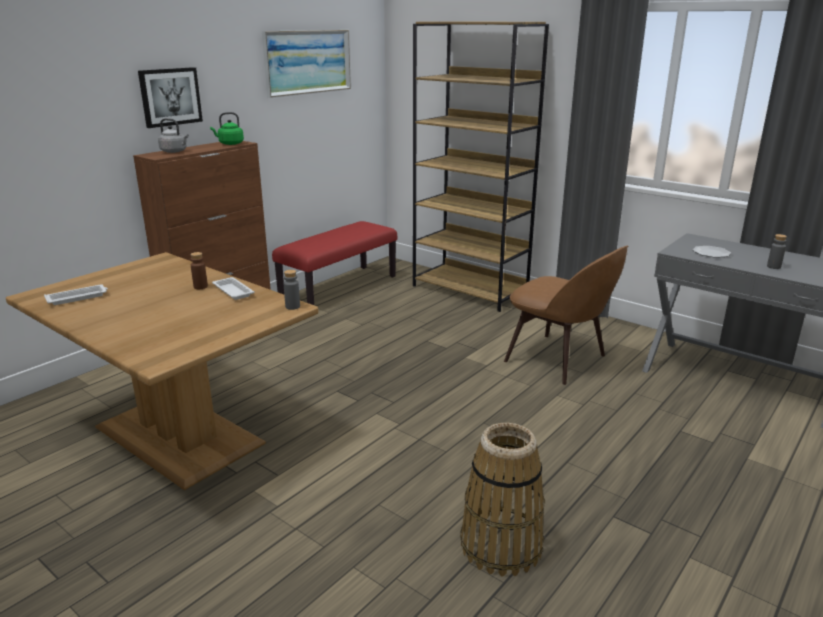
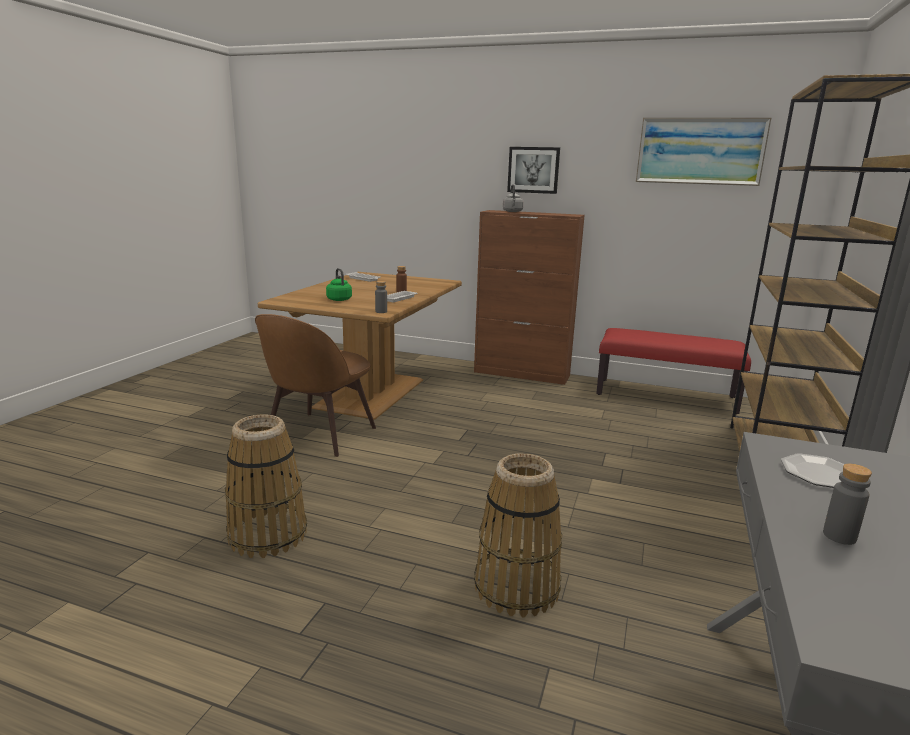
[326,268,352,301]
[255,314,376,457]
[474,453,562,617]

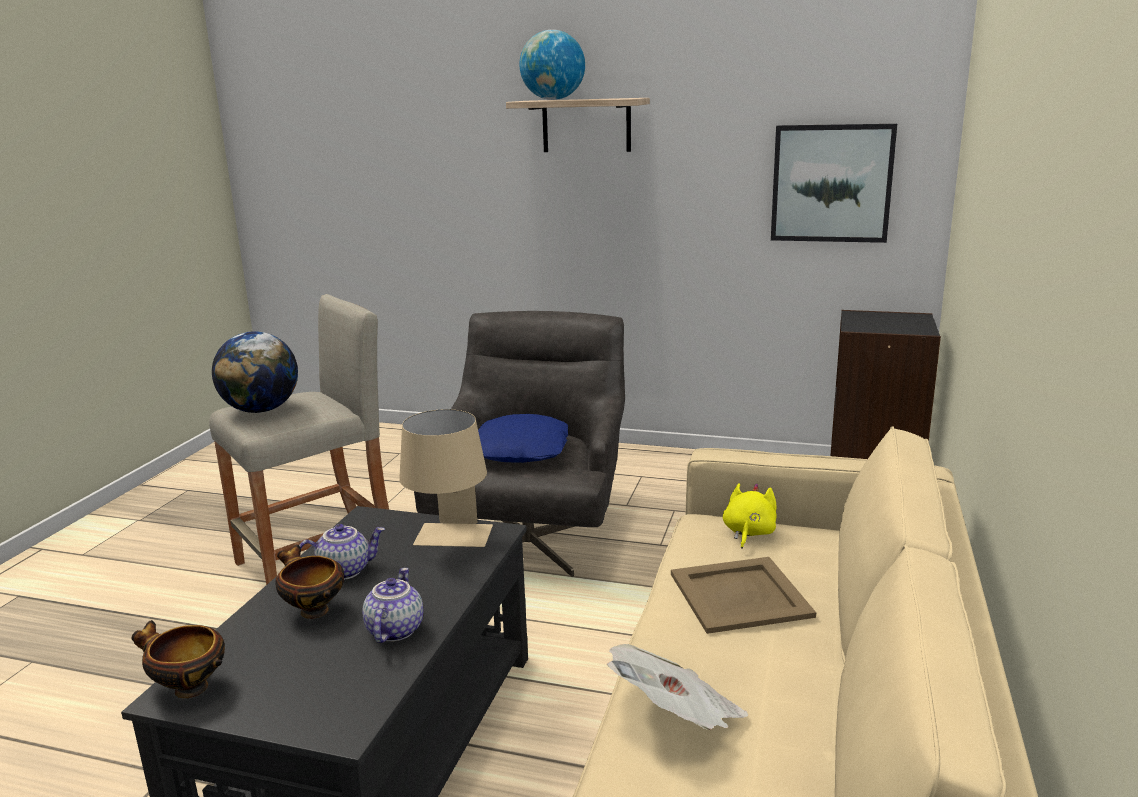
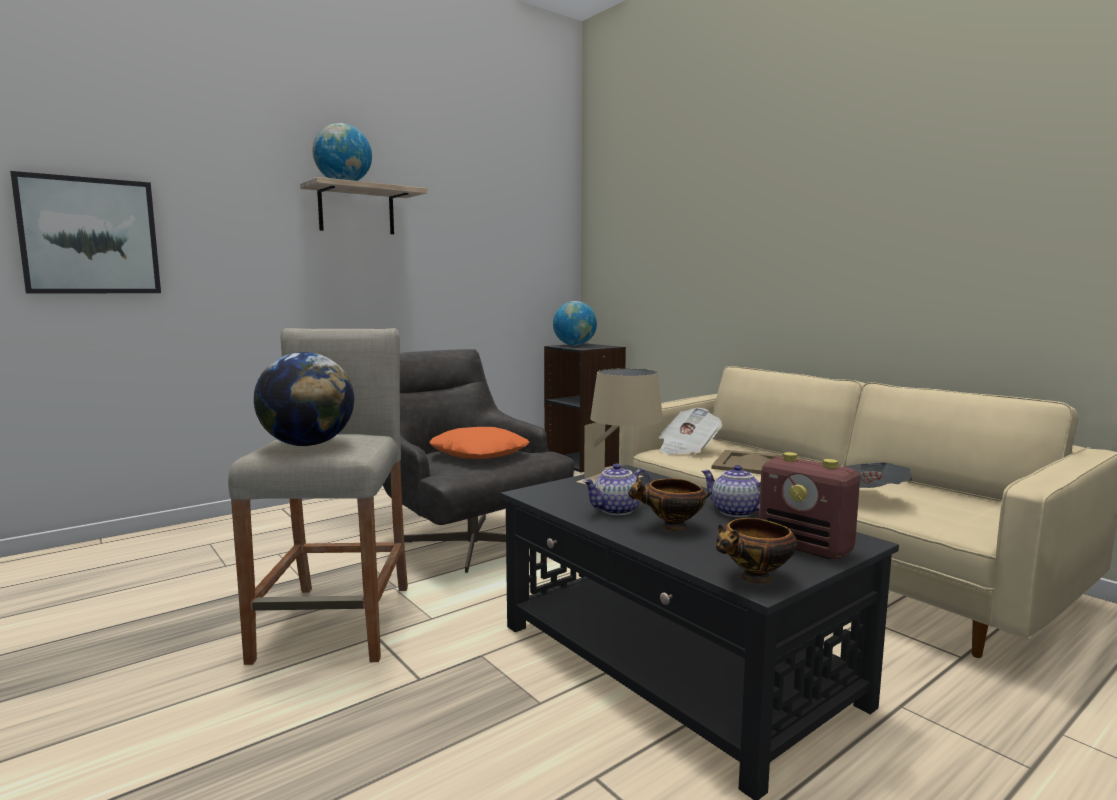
[583,464,650,515]
[429,427,529,459]
[659,408,722,455]
[10,171,161,294]
[553,301,597,346]
[759,452,860,559]

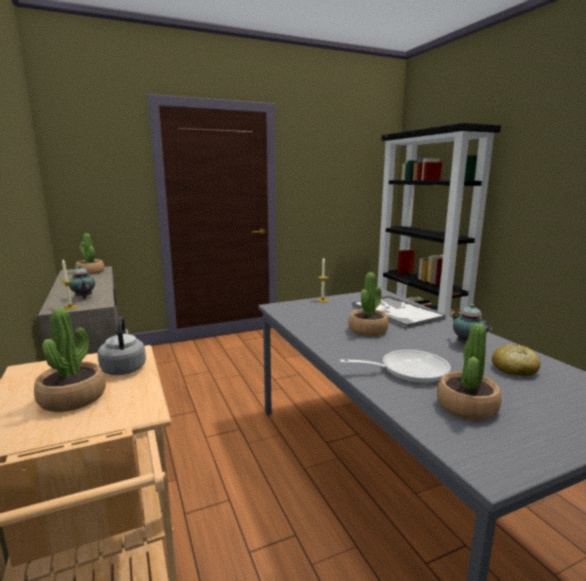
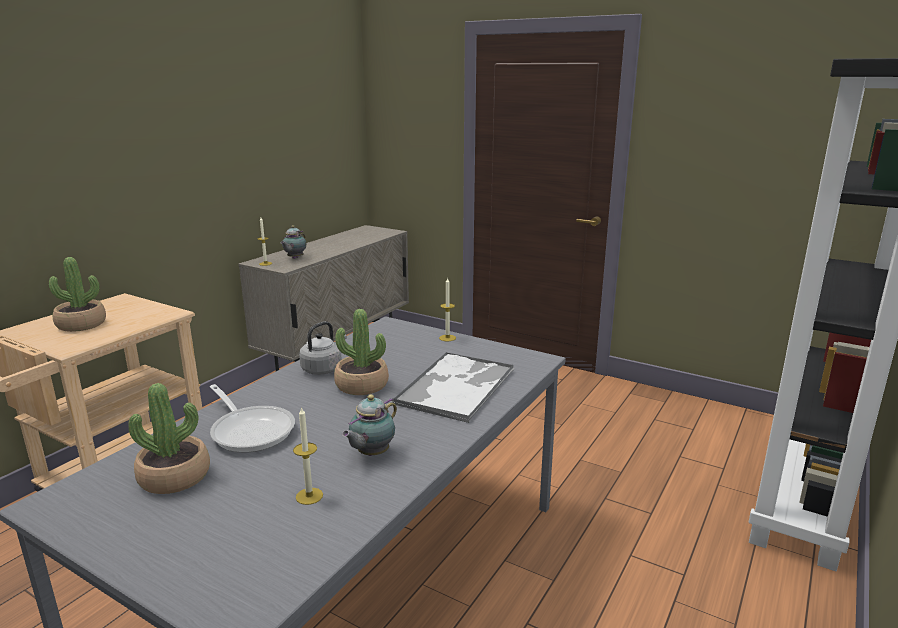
[75,233,104,275] (first image)
[299,321,347,375]
[293,406,323,505]

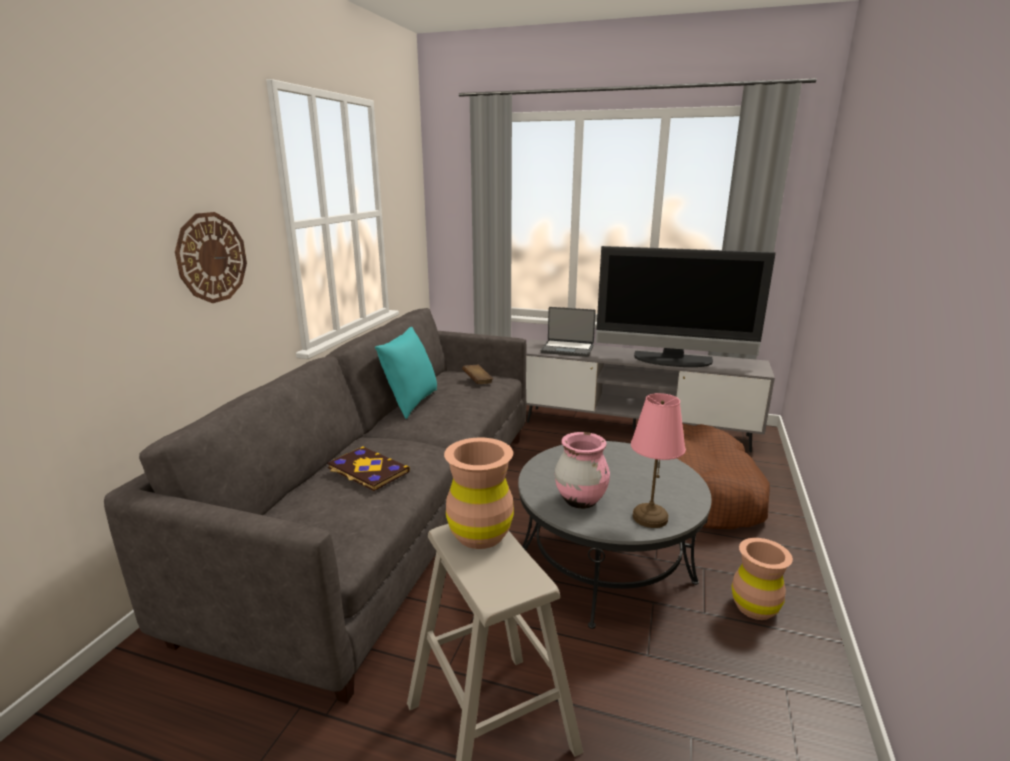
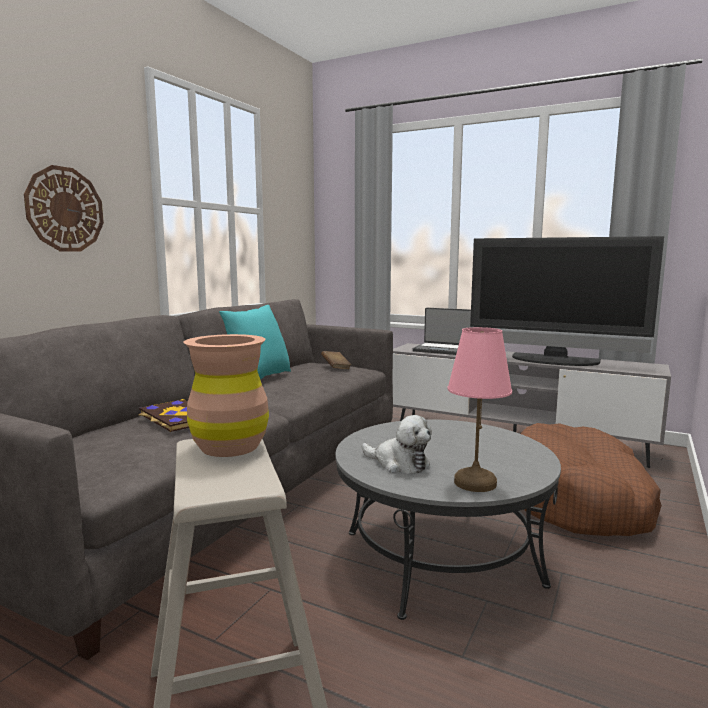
[362,415,432,474]
[732,538,793,620] (first image)

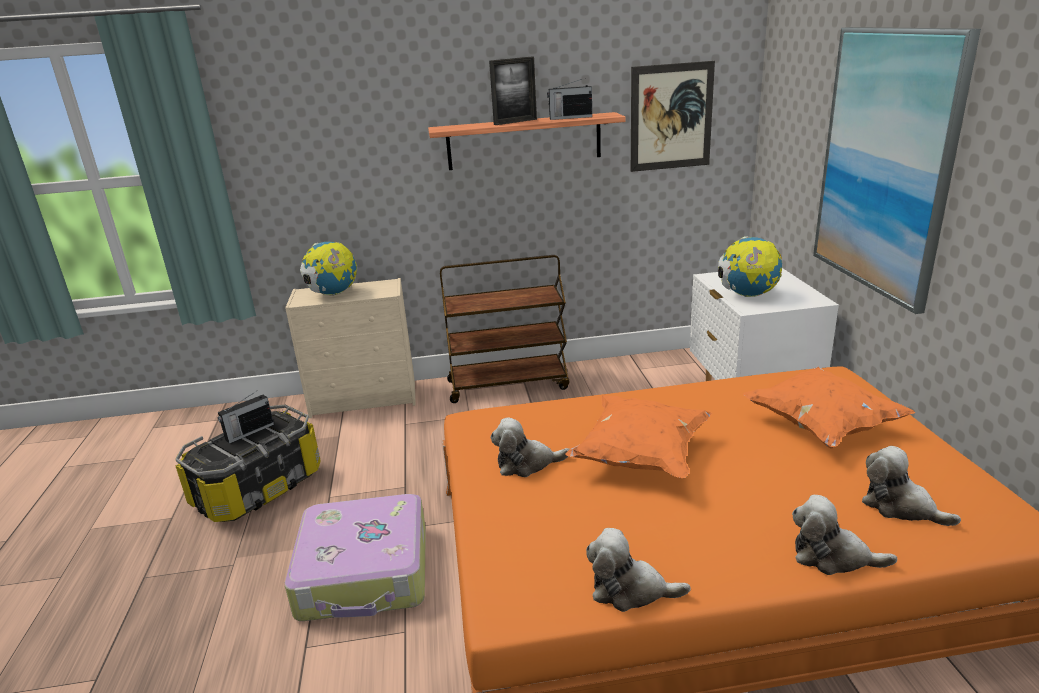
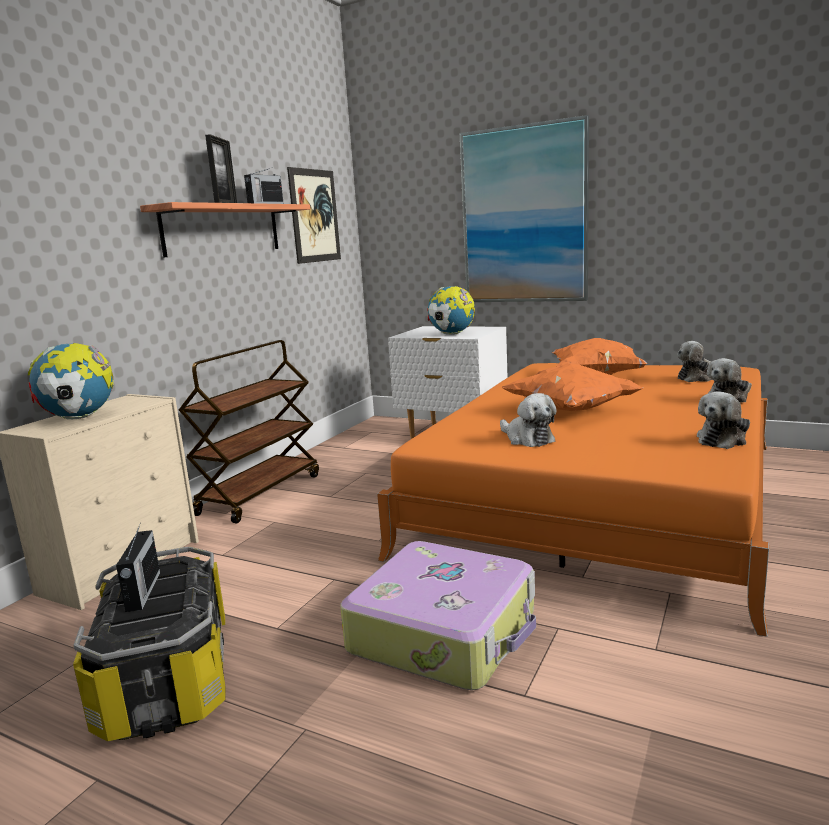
[500,393,557,447]

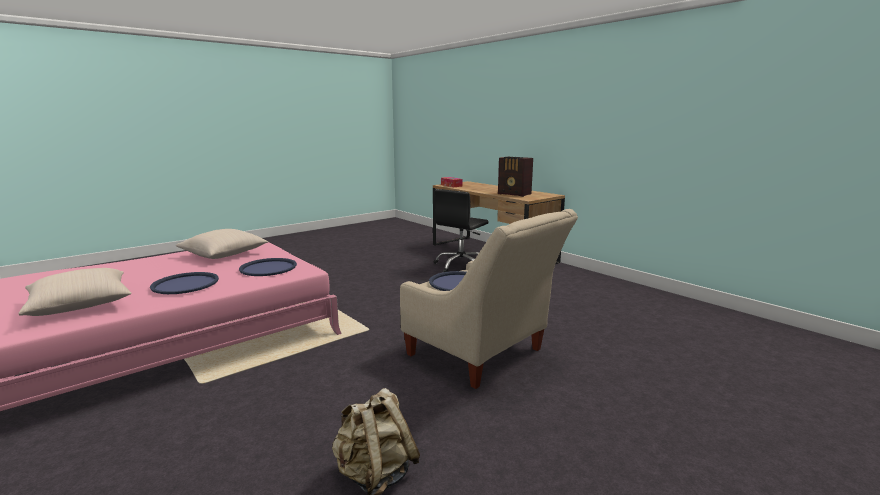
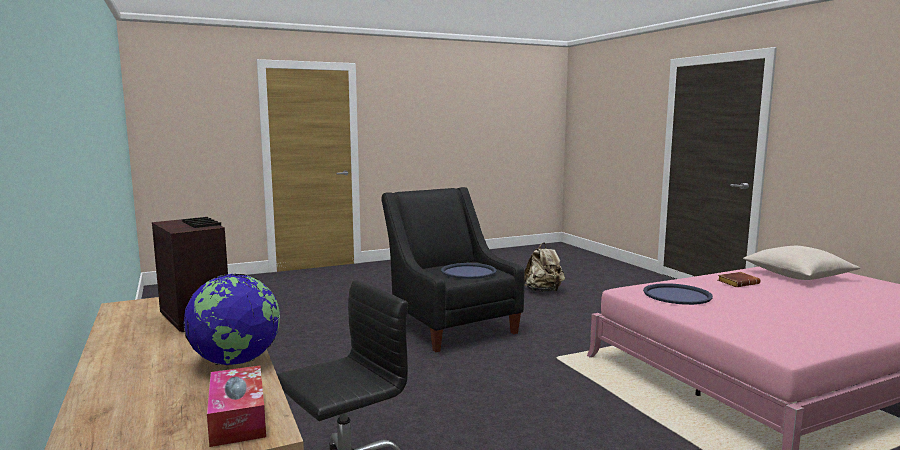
[718,272,760,287]
[176,229,269,259] (first image)
[381,187,525,352]
[183,274,280,365]

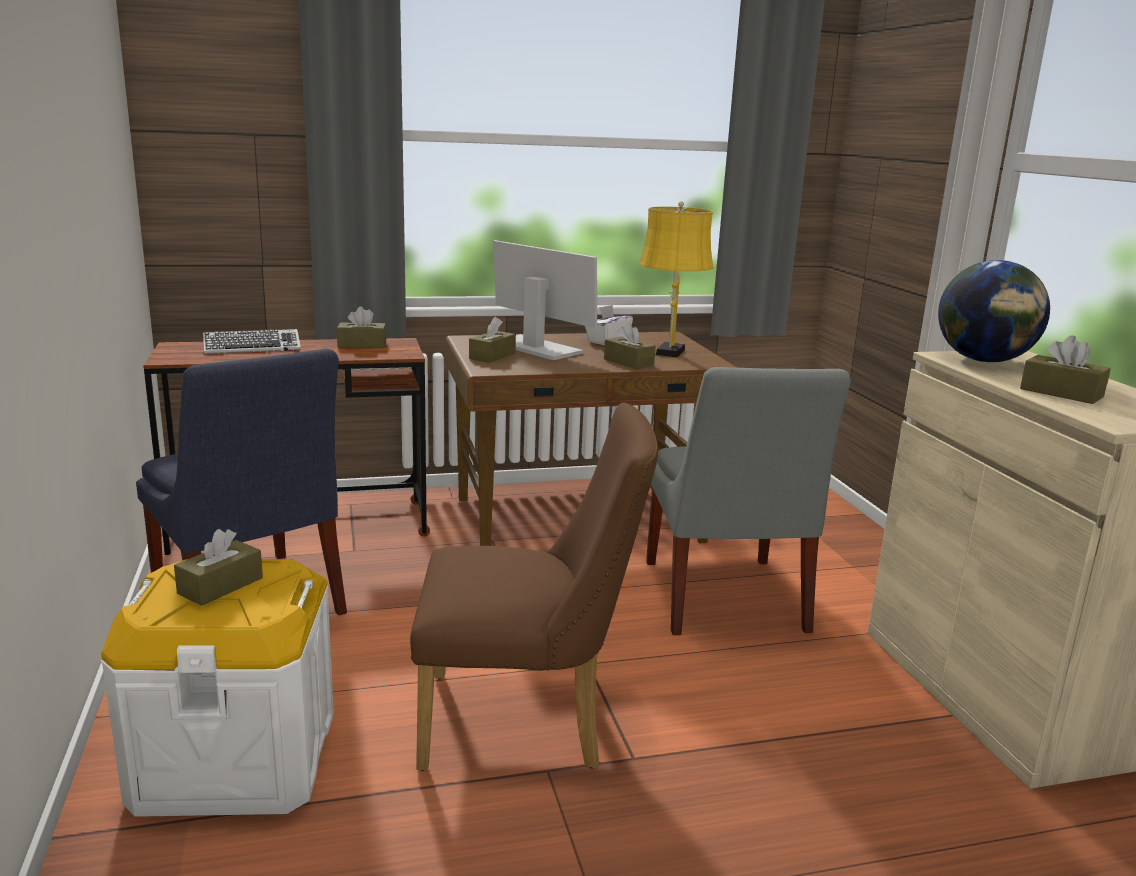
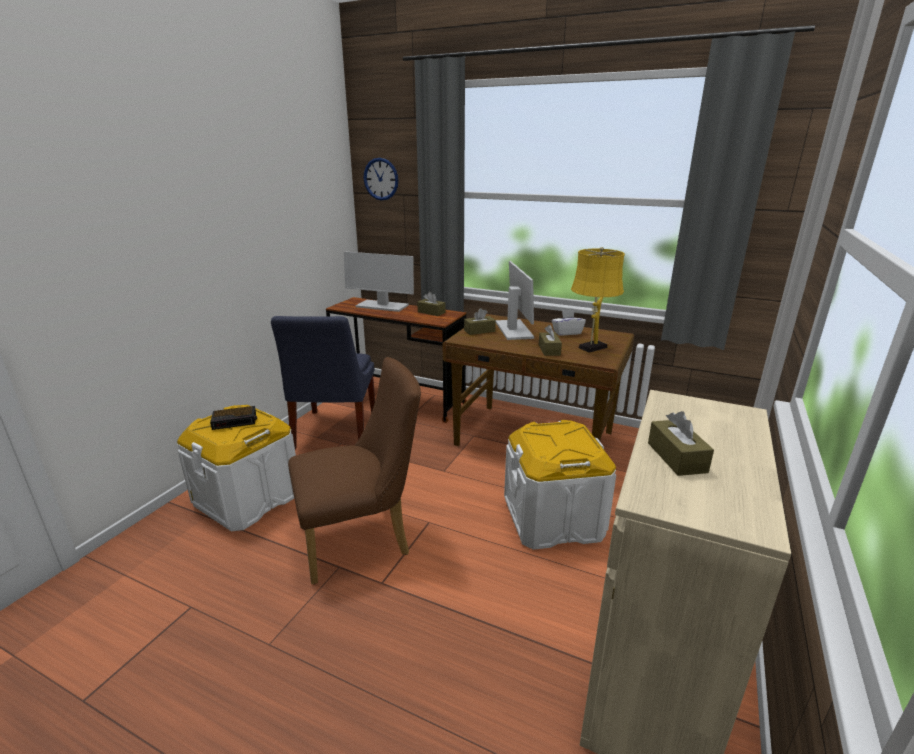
[210,406,257,430]
[344,252,414,312]
[288,357,421,584]
[504,420,616,550]
[938,260,1050,362] (first image)
[364,158,398,201]

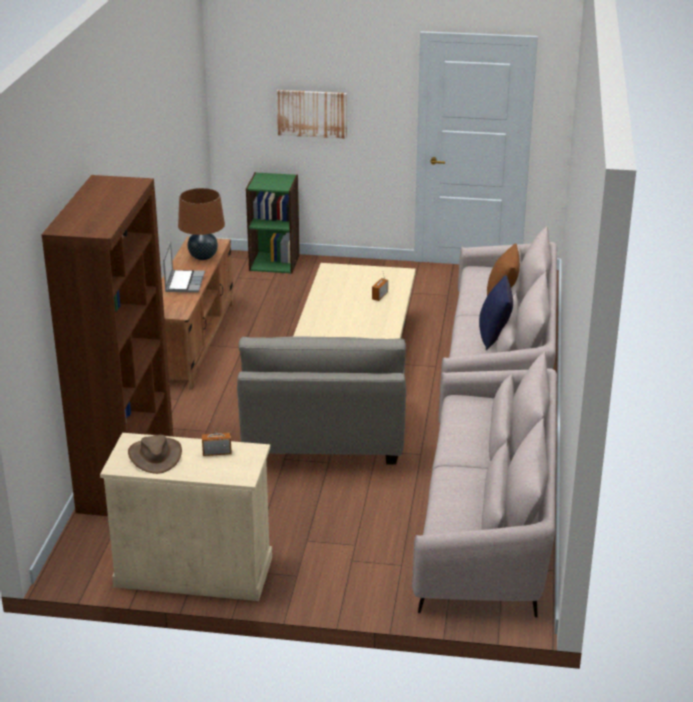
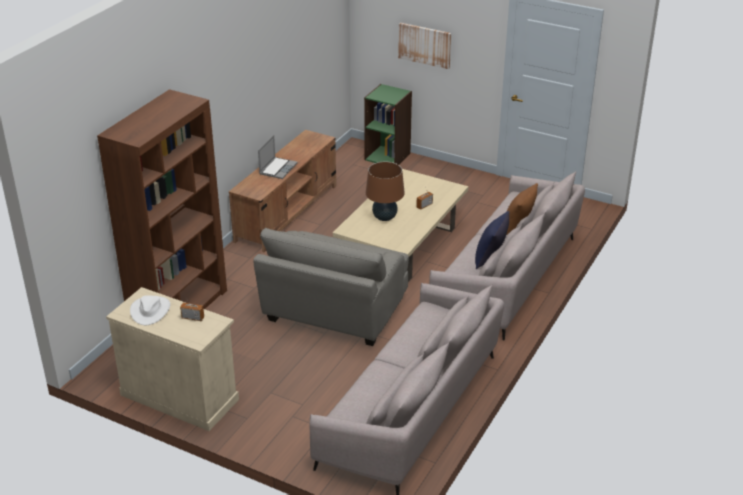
[130,295,170,325]
[366,162,405,221]

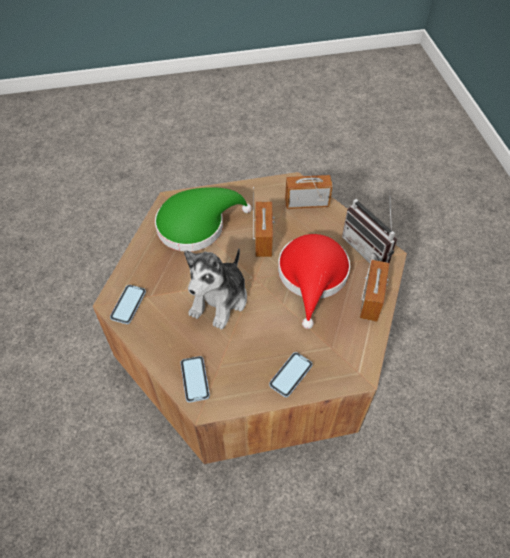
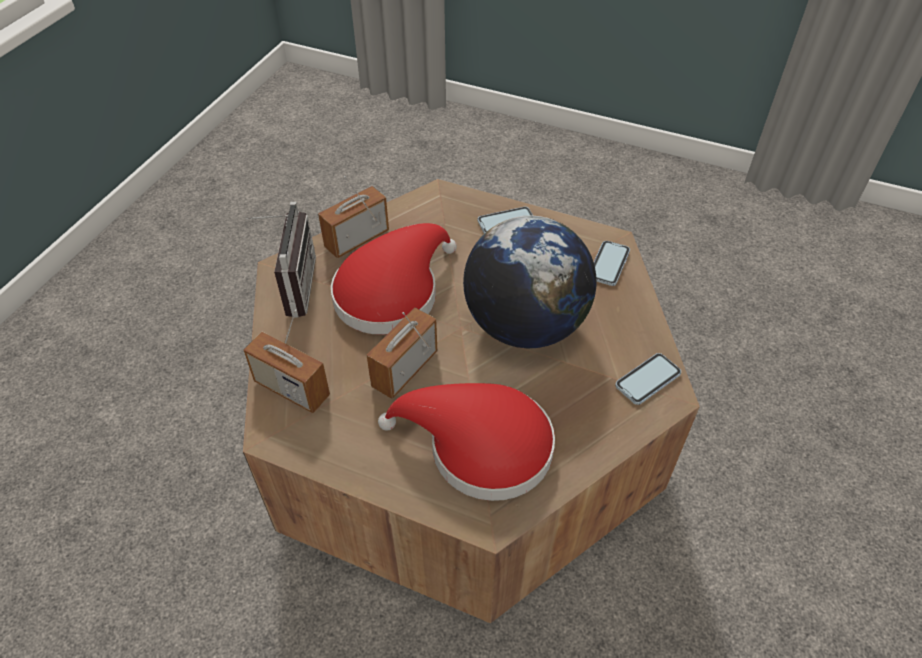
[378,383,555,501]
[463,216,597,348]

